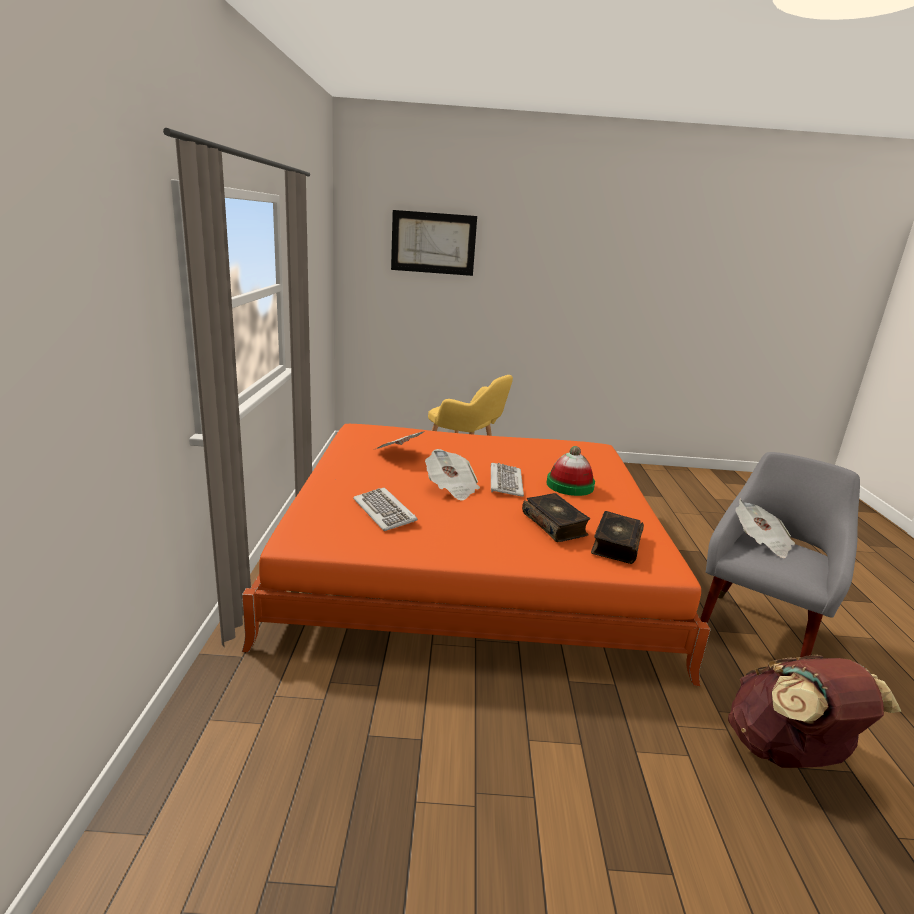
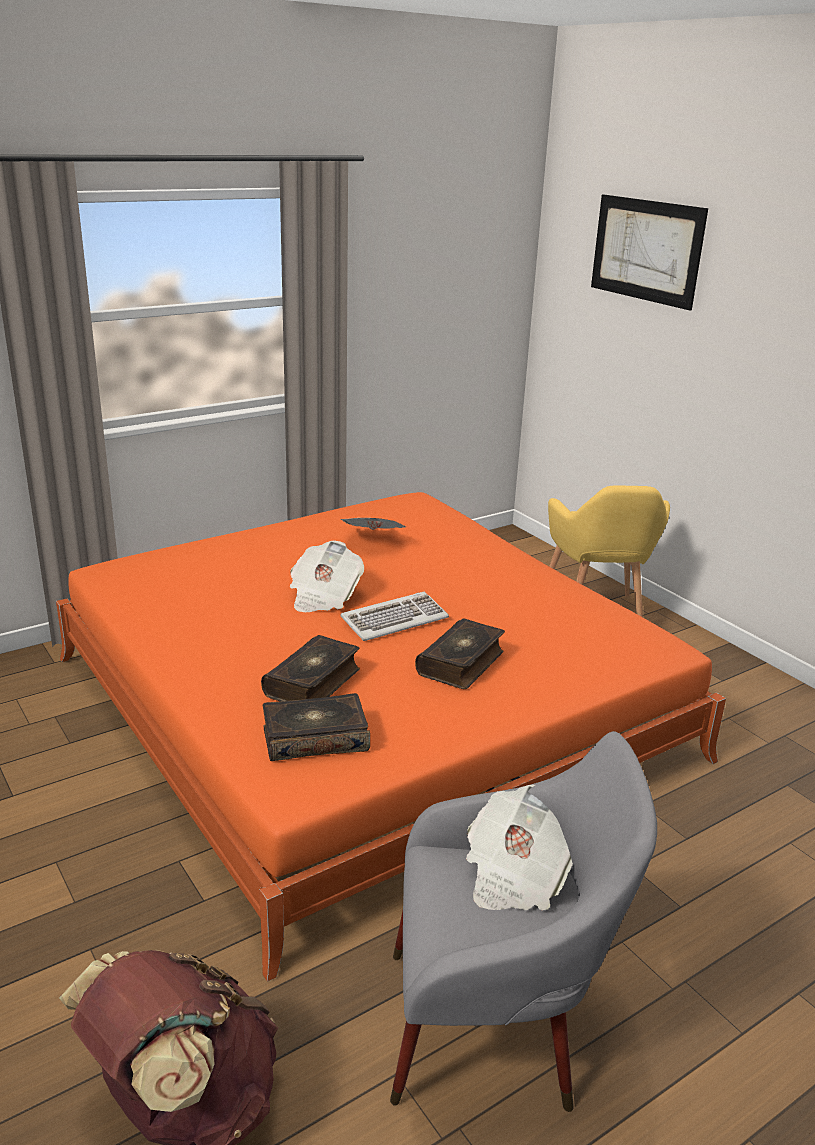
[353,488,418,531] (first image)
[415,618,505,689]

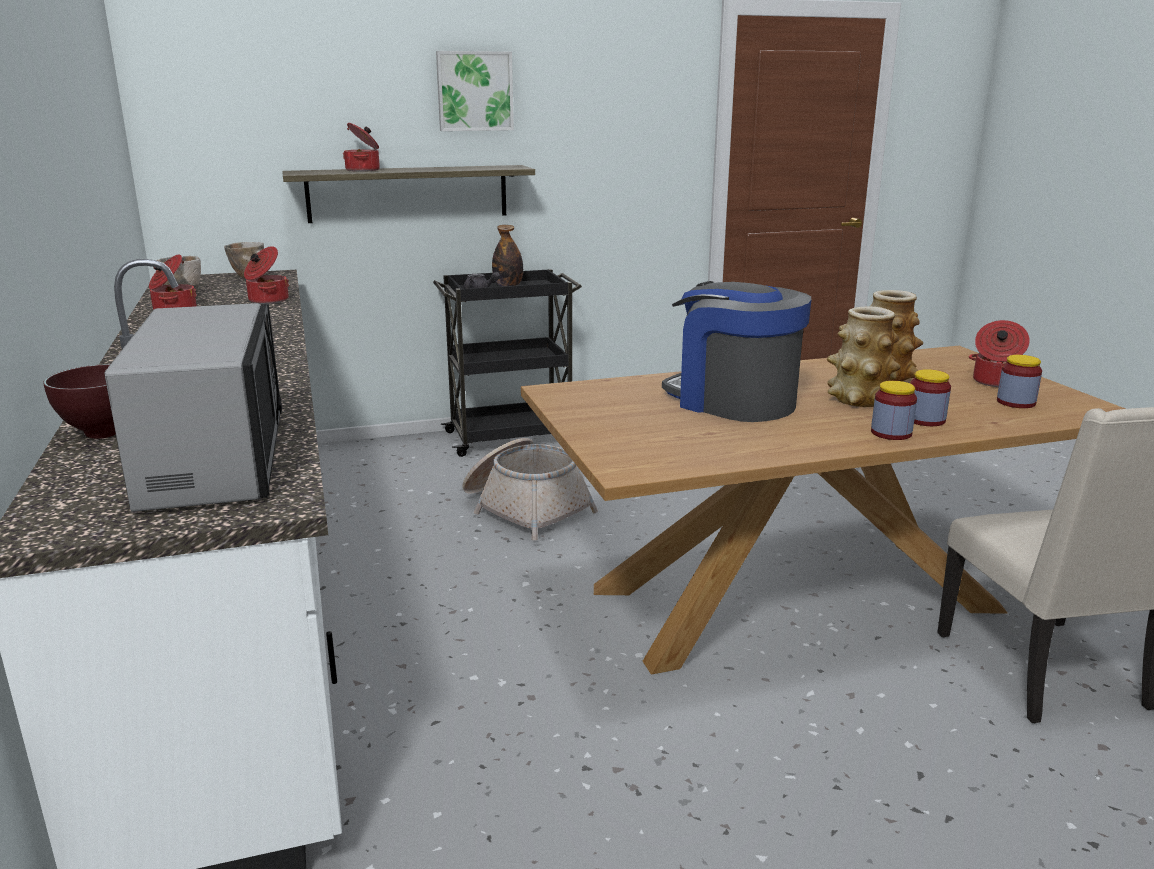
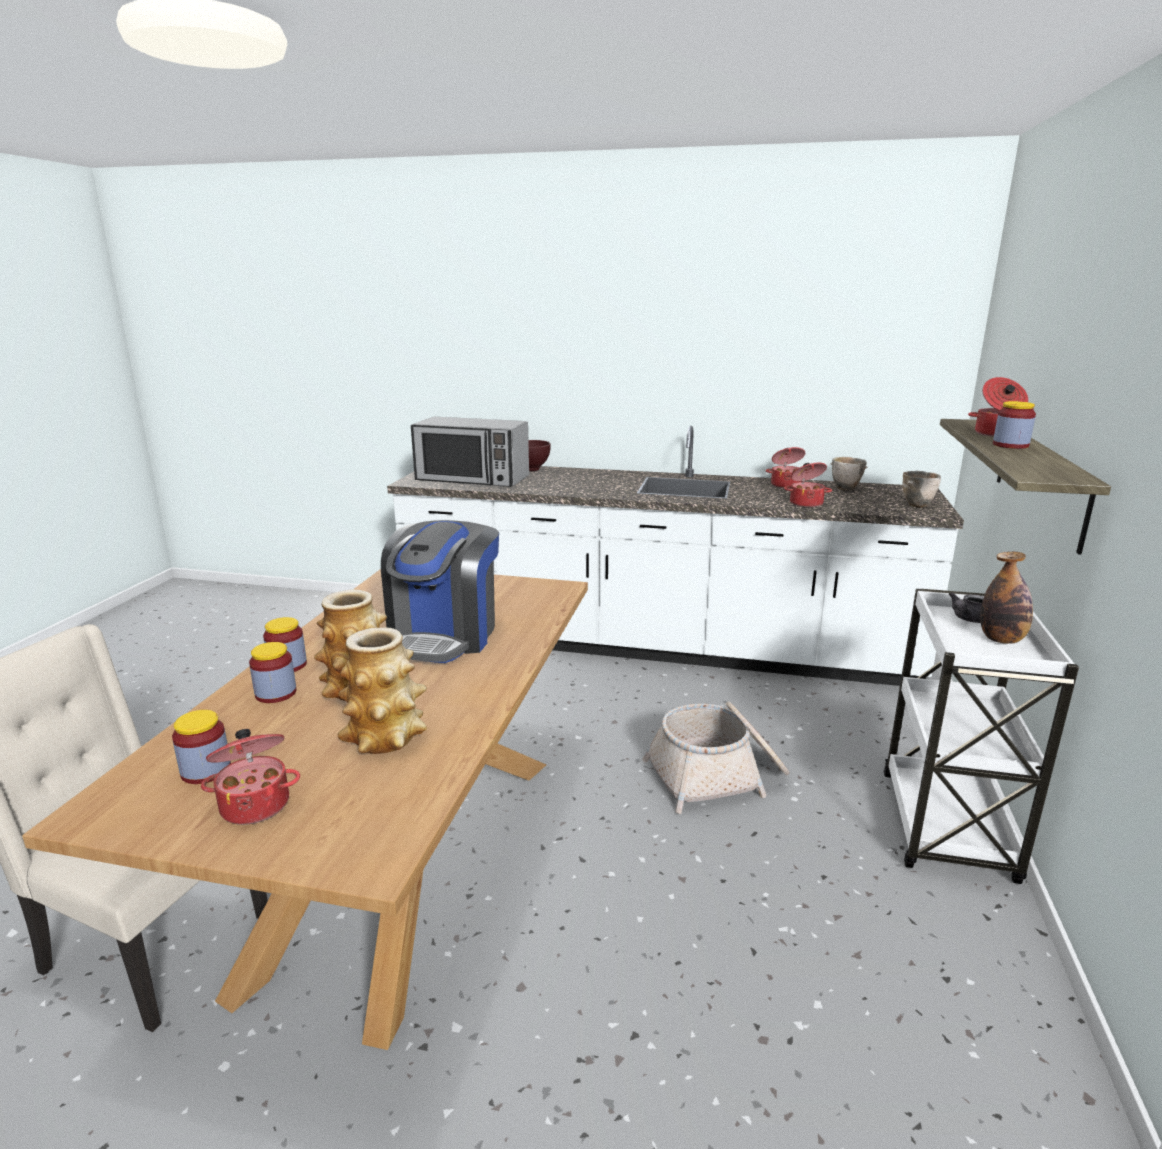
[883,589,1079,884]
[436,51,514,131] (first image)
[381,520,499,663]
[993,401,1036,449]

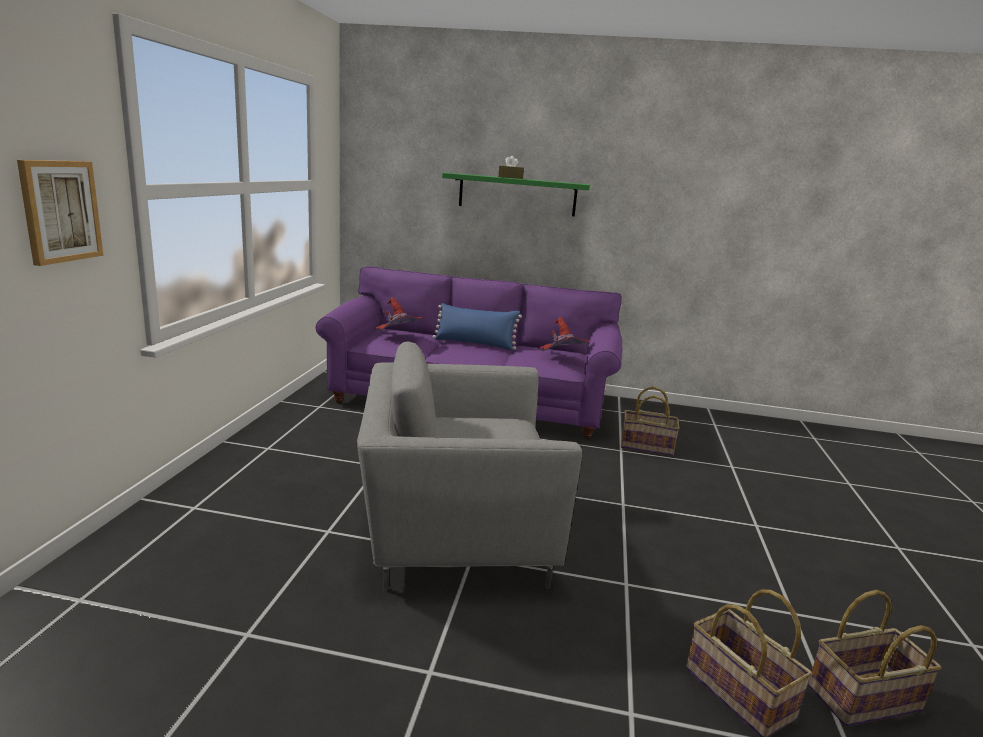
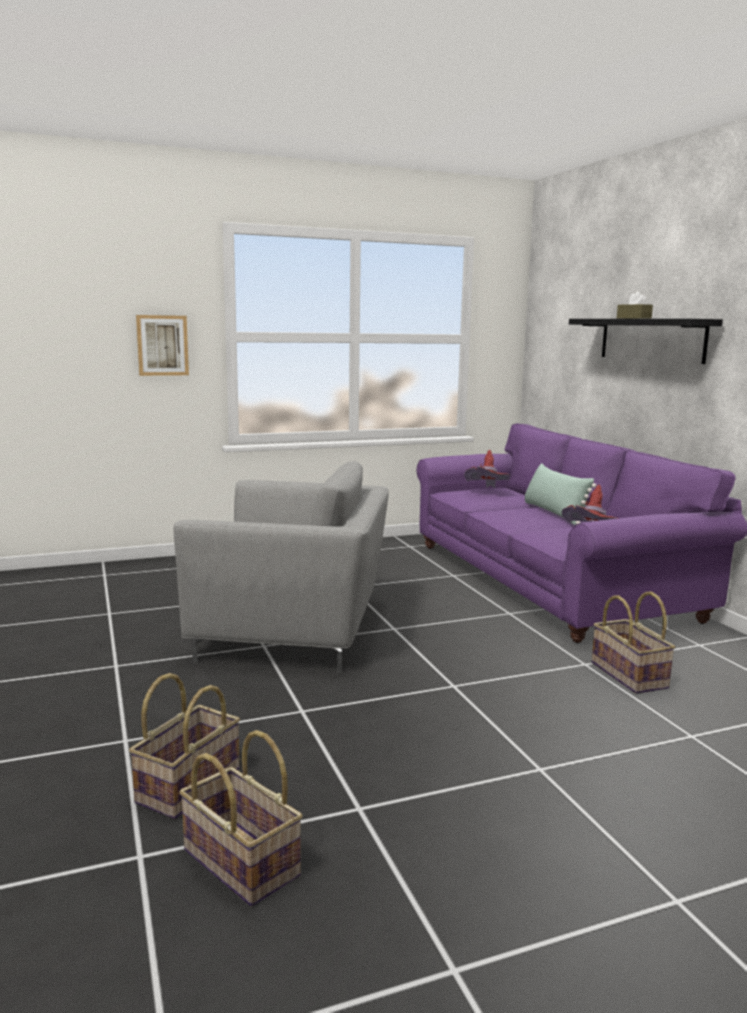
[173,461,389,673]
[525,463,596,525]
[569,319,723,364]

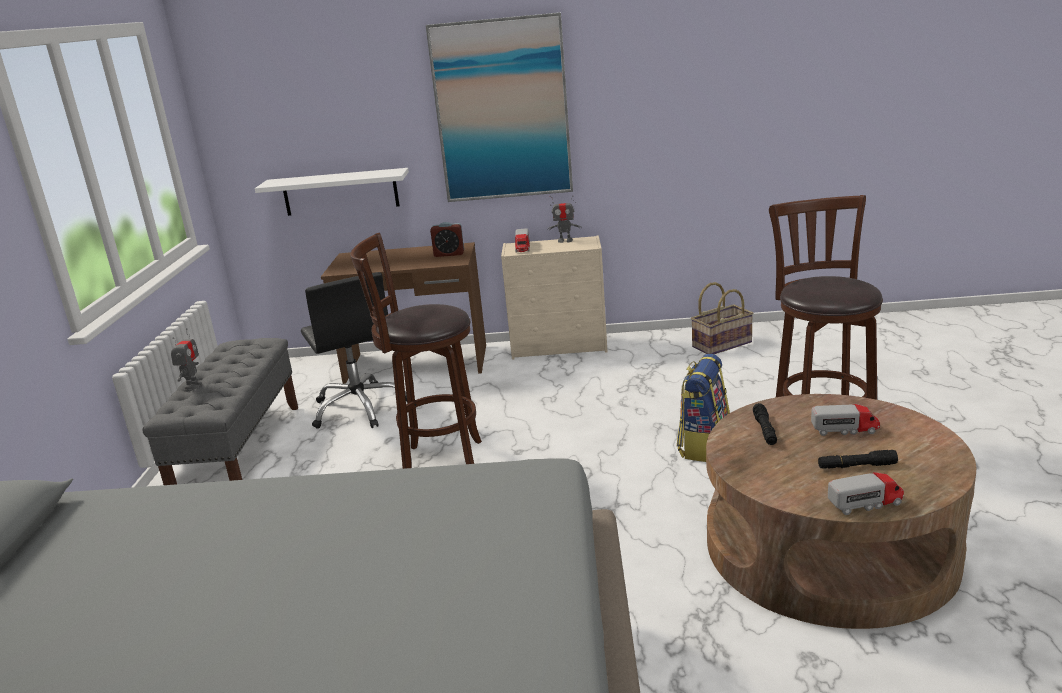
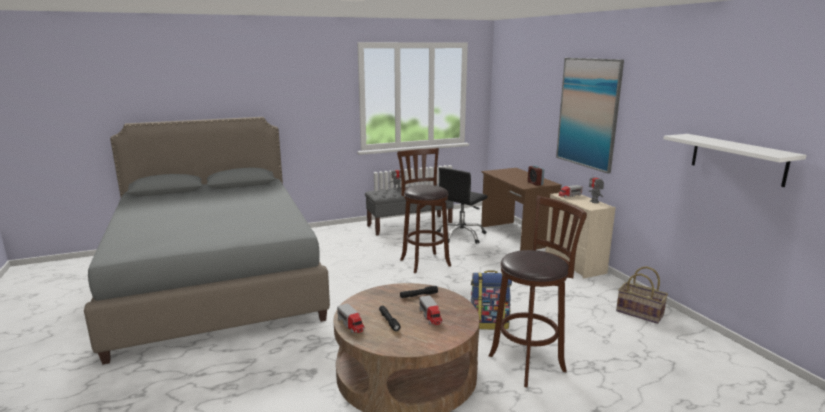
[663,134,807,187]

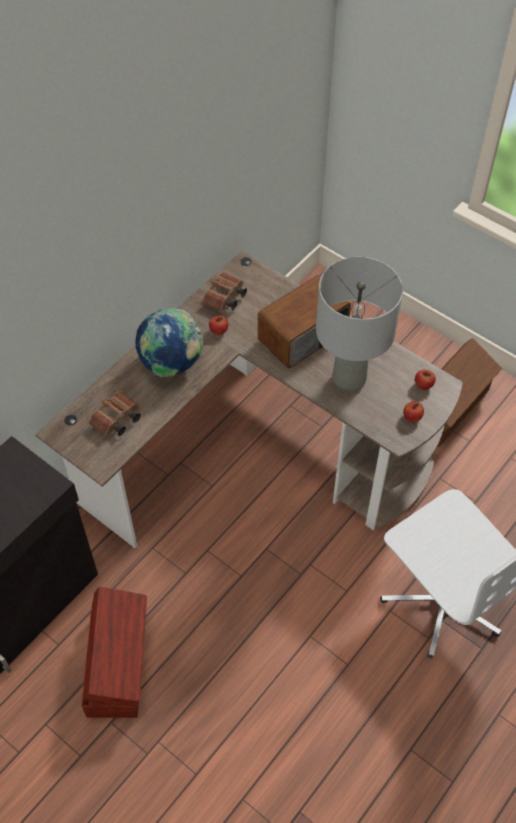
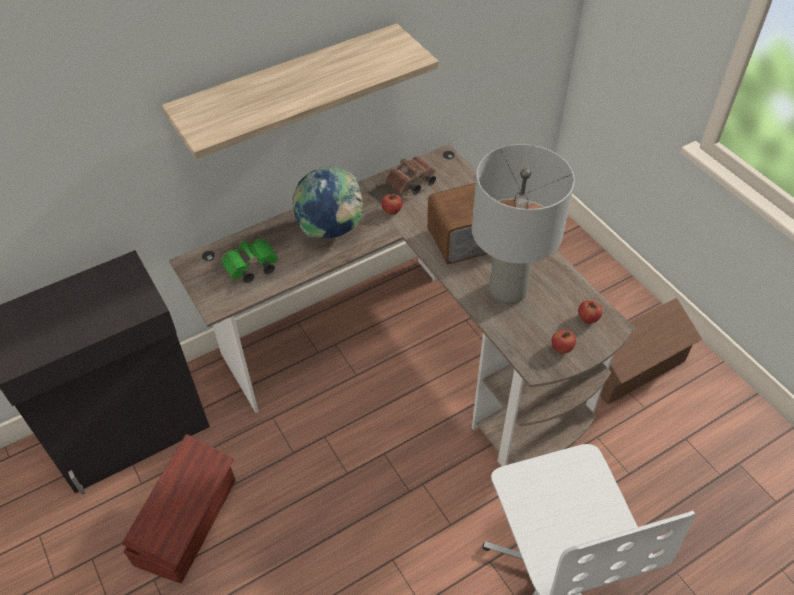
[221,239,278,283]
[161,23,439,159]

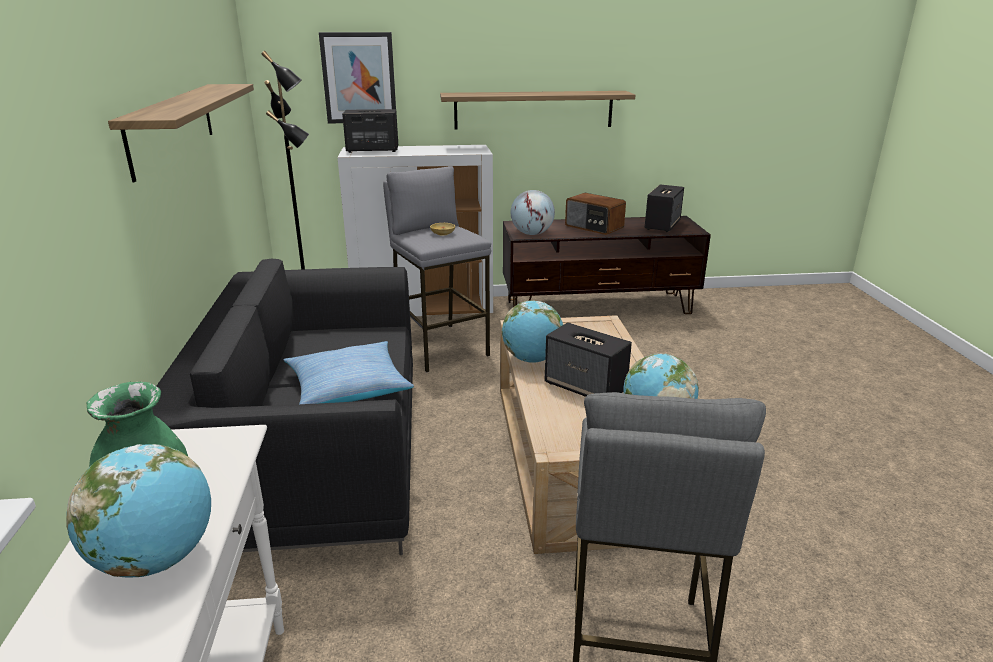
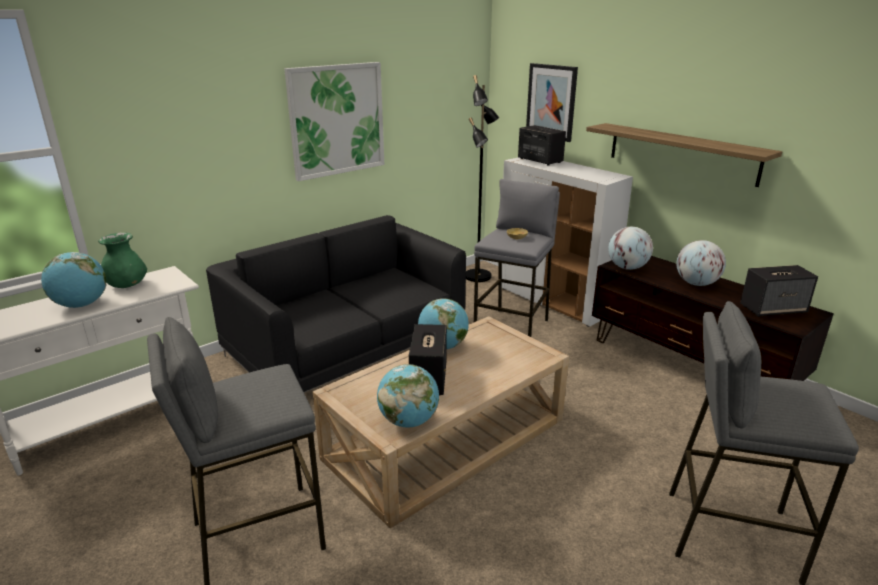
[284,62,384,181]
[283,341,414,404] (first image)
[676,240,726,286]
[669,301,859,585]

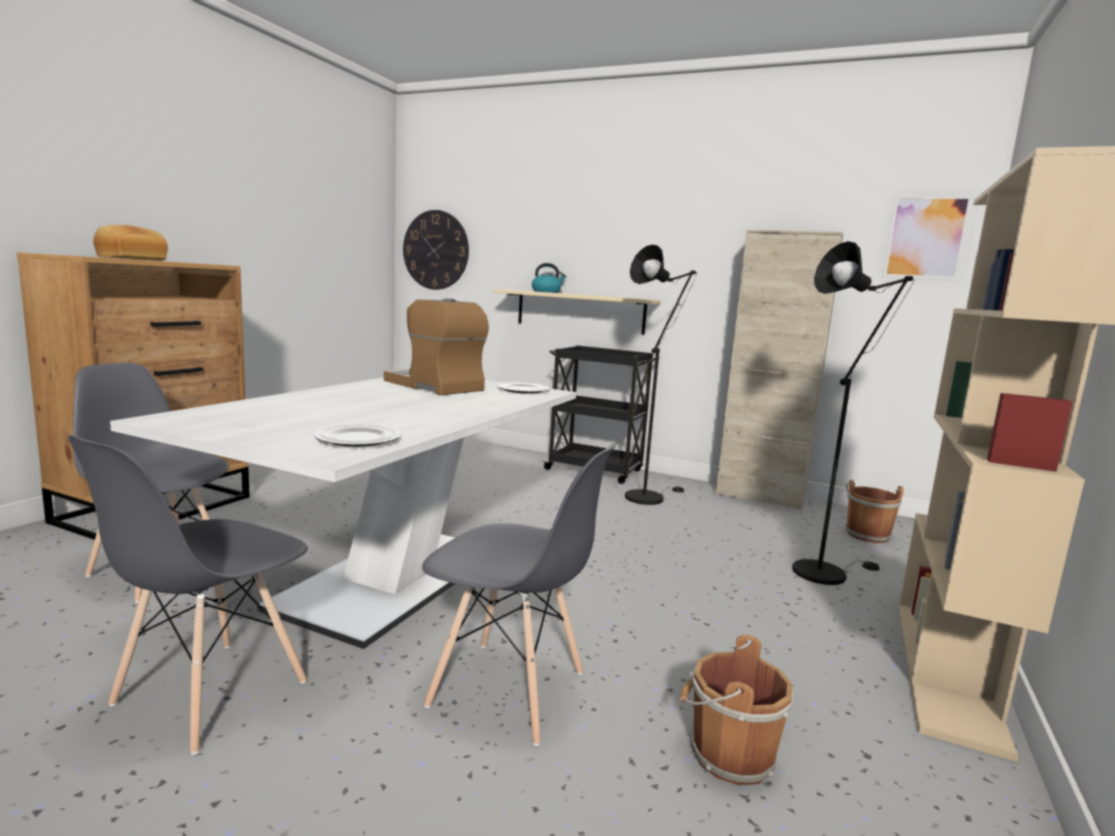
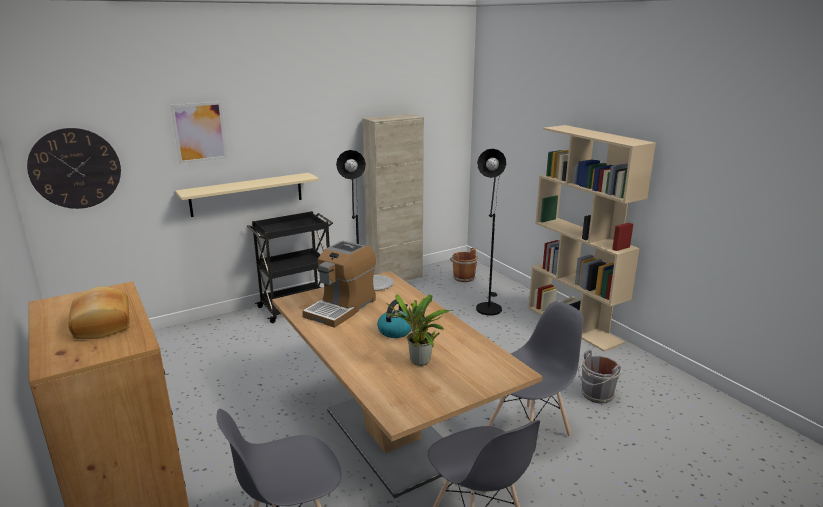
[272,271,542,498]
[314,425,401,447] (first image)
[302,241,376,328]
[377,299,412,338]
[578,350,621,404]
[171,102,228,164]
[385,294,453,366]

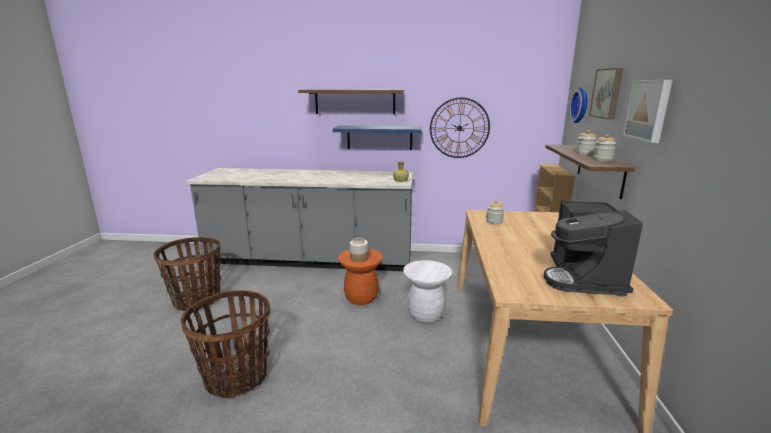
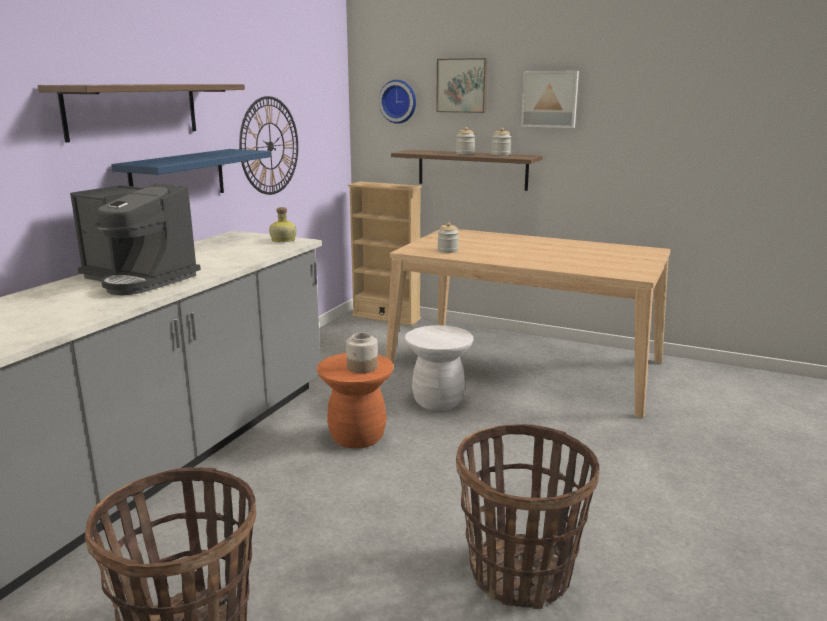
[70,183,201,295]

